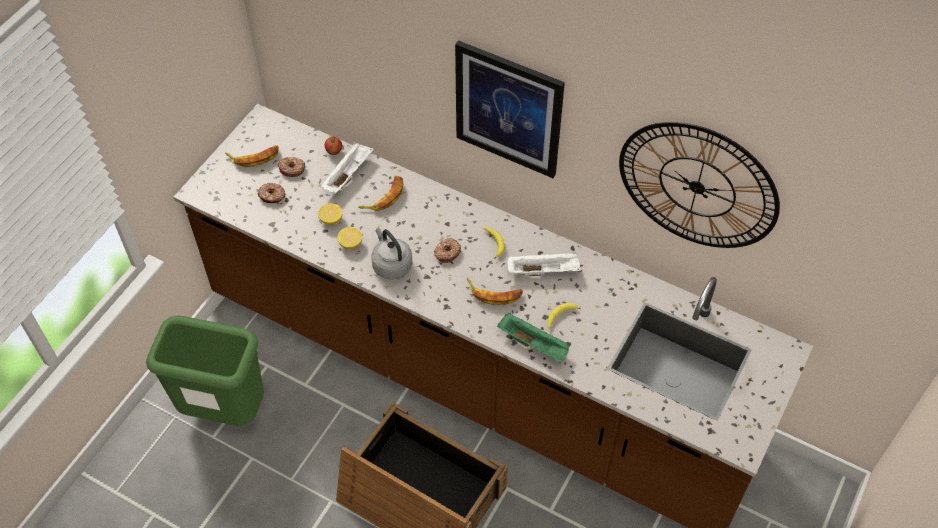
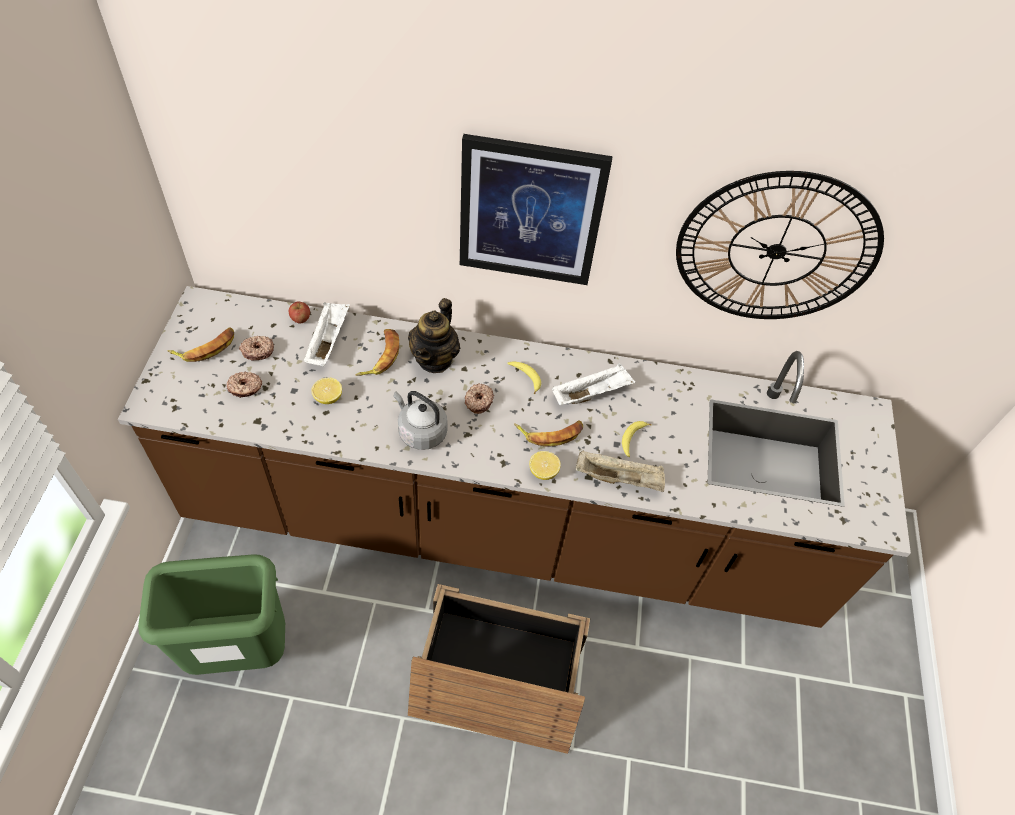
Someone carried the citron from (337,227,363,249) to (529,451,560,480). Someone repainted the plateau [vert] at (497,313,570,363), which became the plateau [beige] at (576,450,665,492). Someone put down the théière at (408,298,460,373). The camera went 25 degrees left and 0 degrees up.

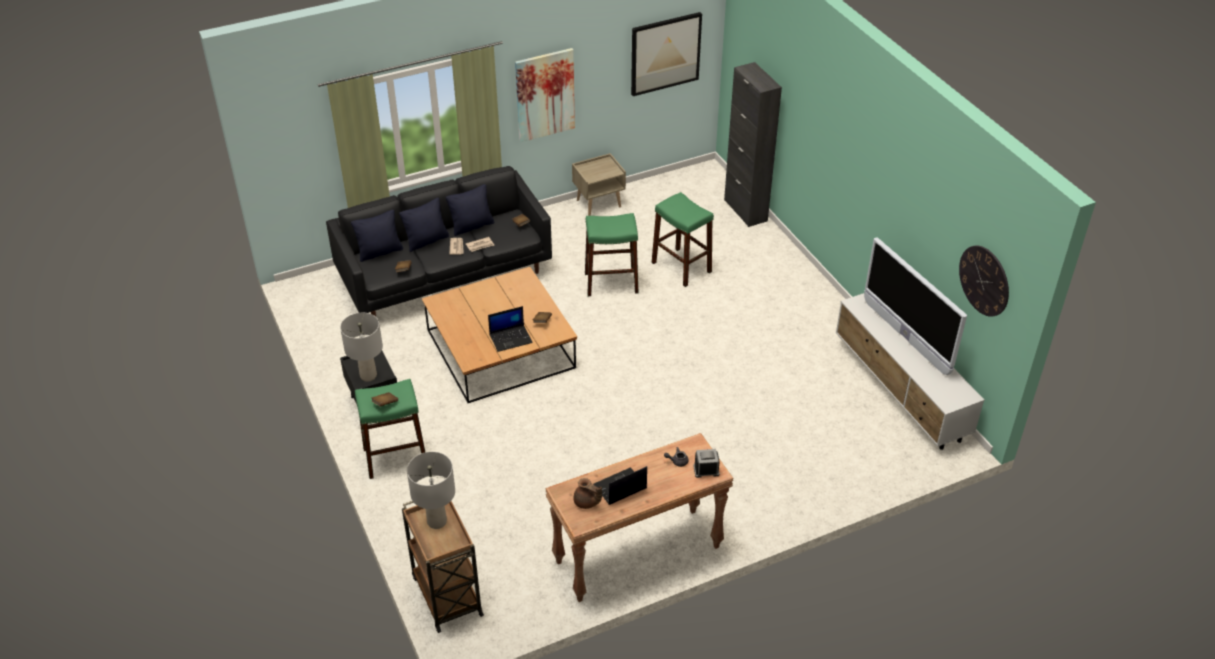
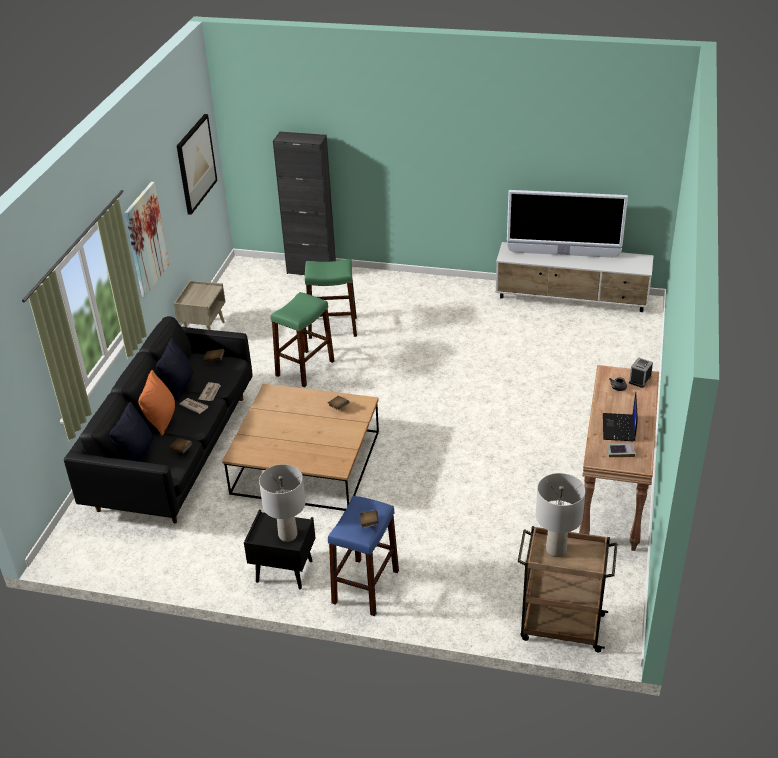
Someone repainted the tabouret [vert] at (355,379,425,479), which became the tabouret [bleu] at (328,496,399,616). Someone repainted the coussin [noir] at (399,198,449,252), which became the coussin [orange] at (139,370,175,436). Someone took away the ordinateur portable at (488,306,533,352). Someone swapped the théière [marron] at (573,478,602,509) for the livre at (607,444,635,457). Someone took away the horloge murale at (959,245,1009,317). The camera went 50 degrees left and 5 degrees down.

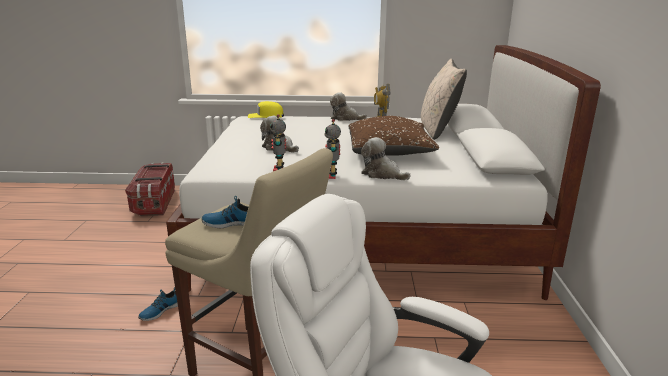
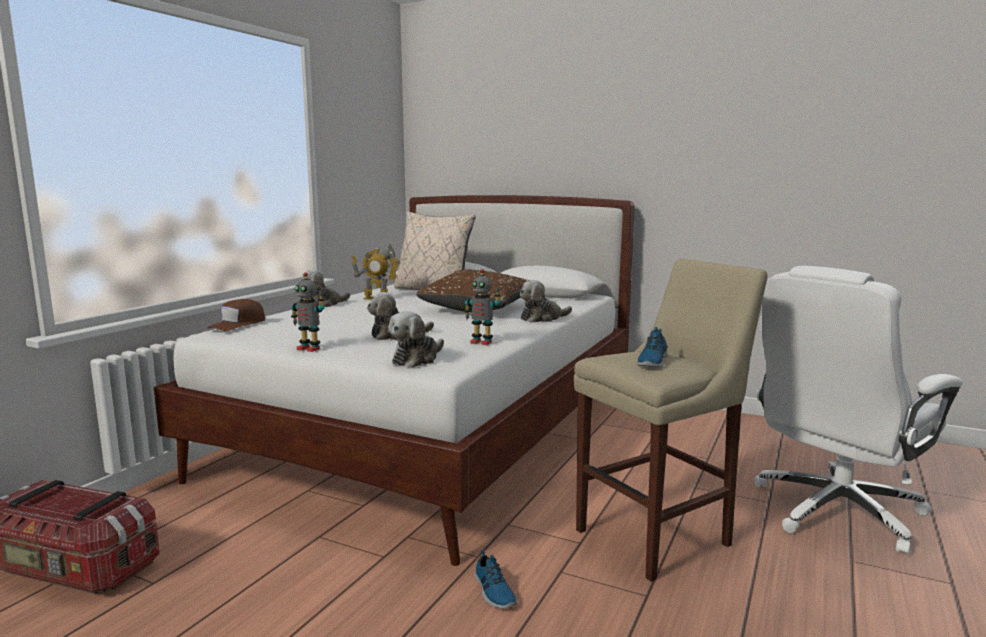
Someone repainted the casquette [jaune] at (248,101,284,118), which became the casquette [marron] at (207,299,265,331). Someone carried the robot jouet from (324,119,341,179) to (291,272,325,352). Someone put down the peluche at (388,311,444,367). The camera went 65 degrees left and 10 degrees down.

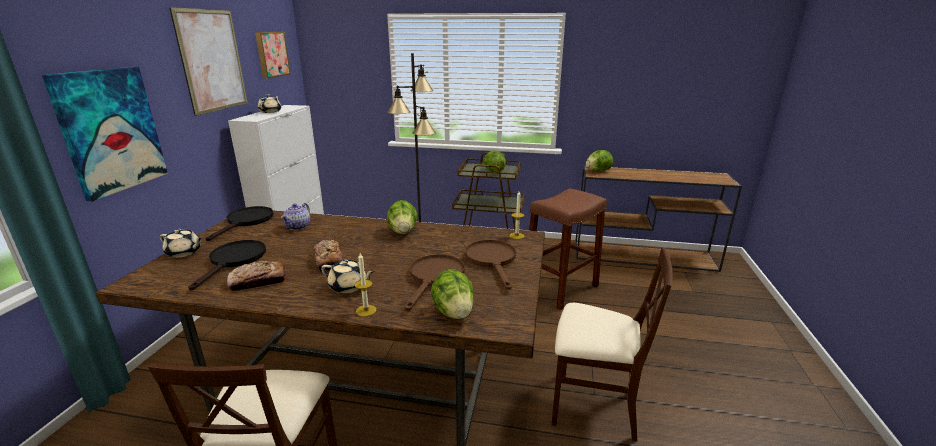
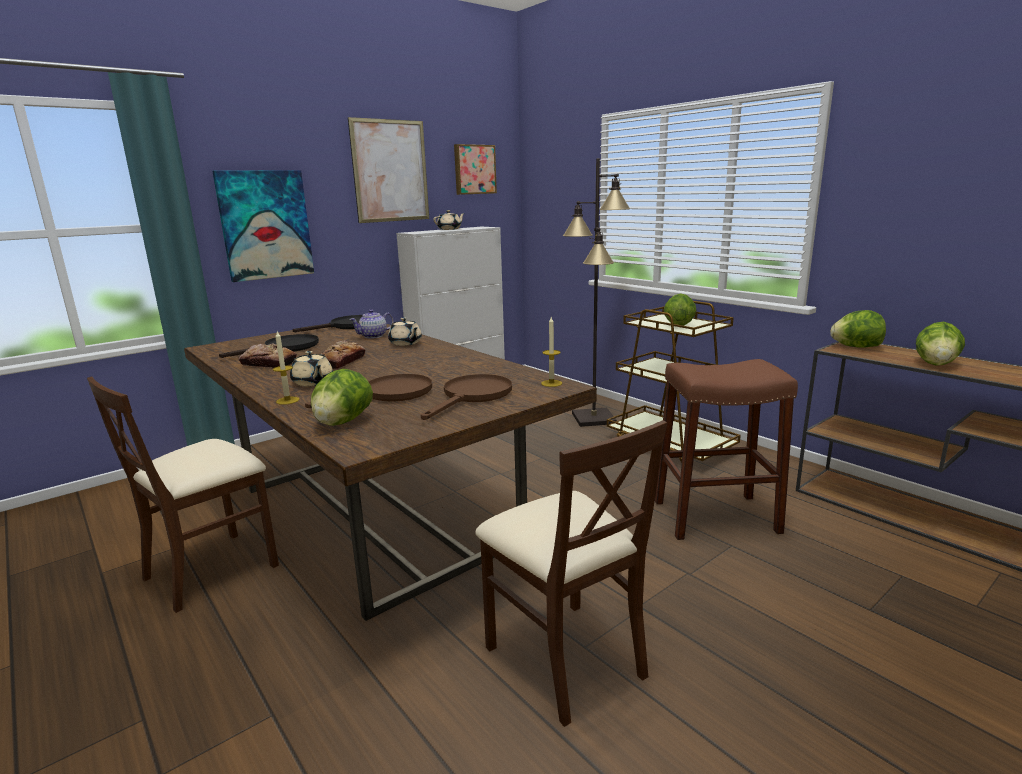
Someone carried the théière [beige] from (160,229,203,258) to (388,317,422,346). Someone carried the laitue from (387,200,418,234) to (916,322,965,366). The camera went 40 degrees right and 5 degrees down.

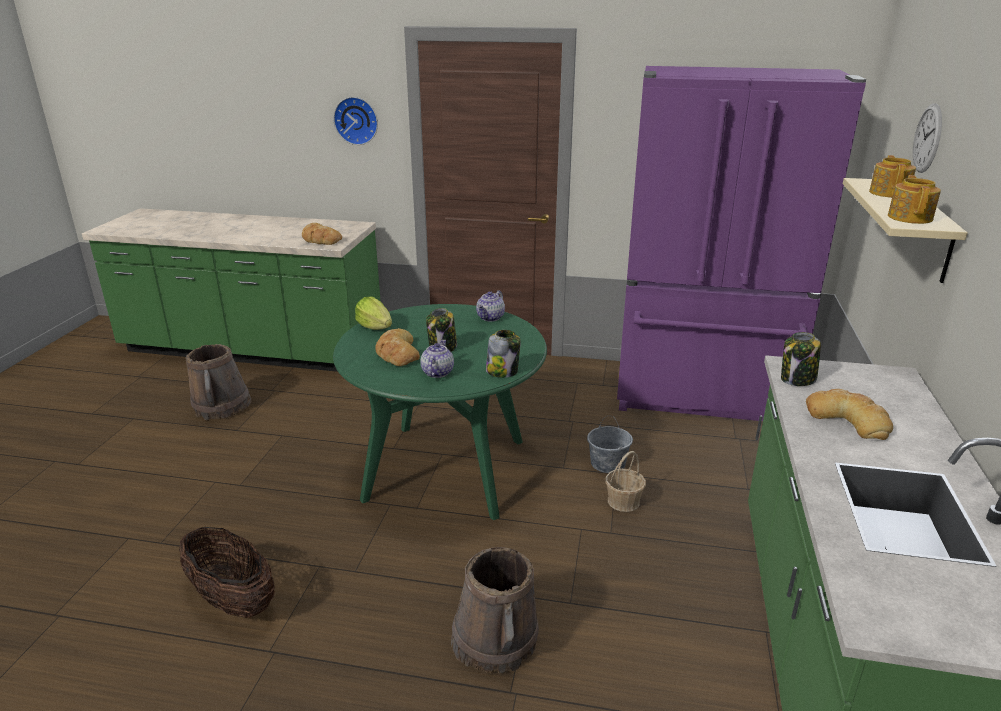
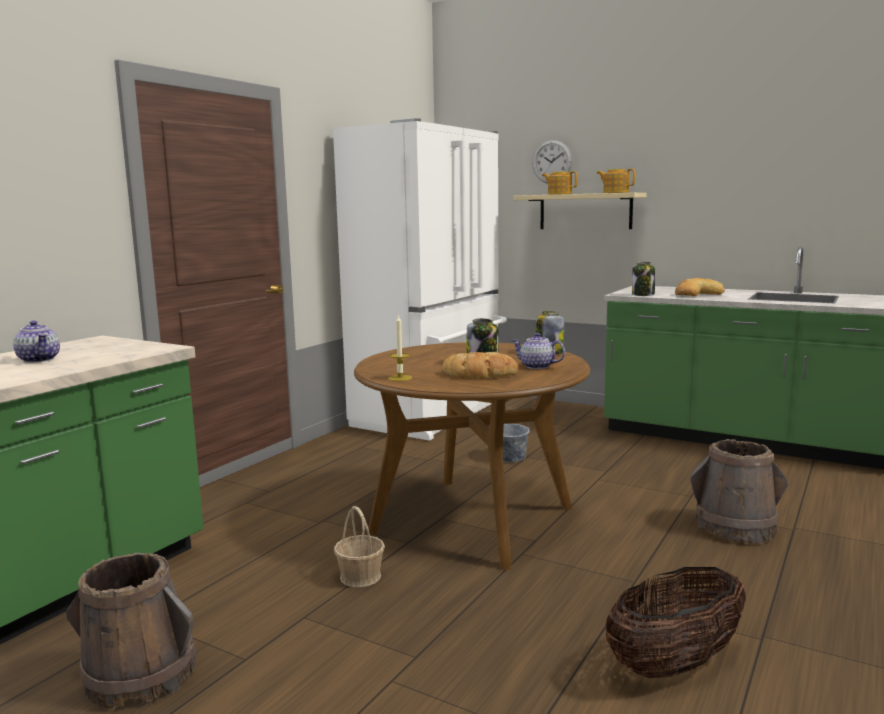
Someone took away the pain at (302,223,342,245). Someone took away the horloge murale at (333,97,378,145). Someone repainted the table à manger [vert] at (333,304,547,520), which became the table à manger [marron] at (354,342,590,570). Someone swapped the laitue at (355,297,392,330) for the bougie at (389,315,412,381). Someone carried the théière from (476,290,505,321) to (13,321,60,363). Someone carried the panier from (605,451,646,512) to (334,506,385,587). Someone repainted the réfrigérateur [violet] at (617,66,866,421), which became the réfrigérateur [blanc] at (333,118,507,441). The camera went 70 degrees left and 15 degrees down.

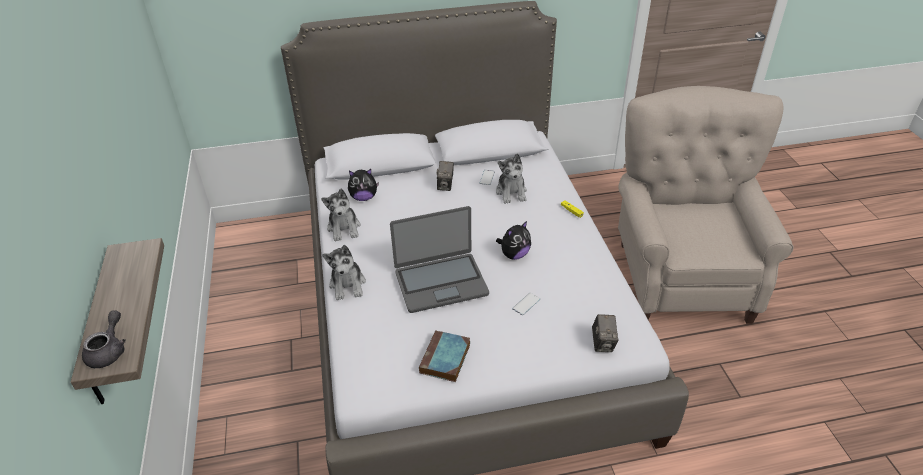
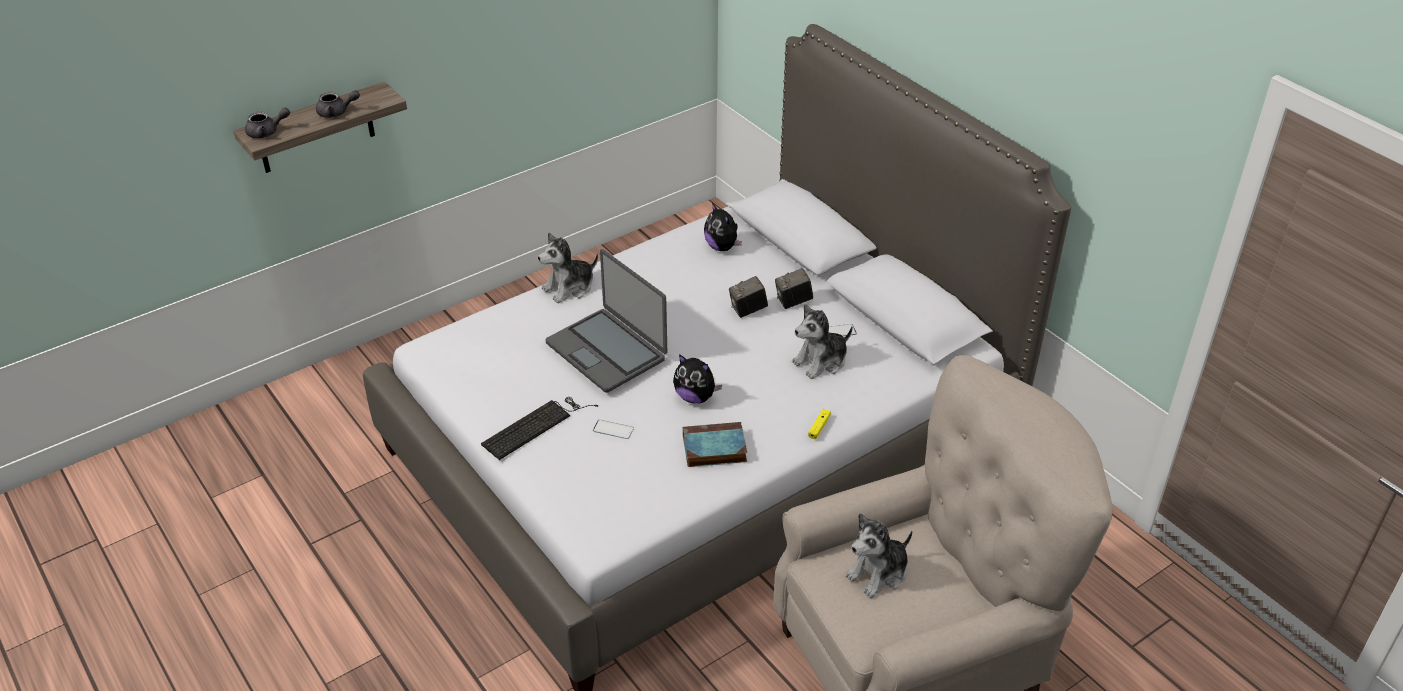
Someone carried the peluche from (321,189,360,241) to (845,513,912,598). Someone carried the livre from (419,330,470,382) to (683,422,747,467). Someone carried the appareil photo from (592,314,618,352) to (729,276,768,318). Someone put down the théière [gris] at (316,90,360,118). Someone put down the clavier at (481,397,599,460). The camera went 65 degrees right and 0 degrees up.

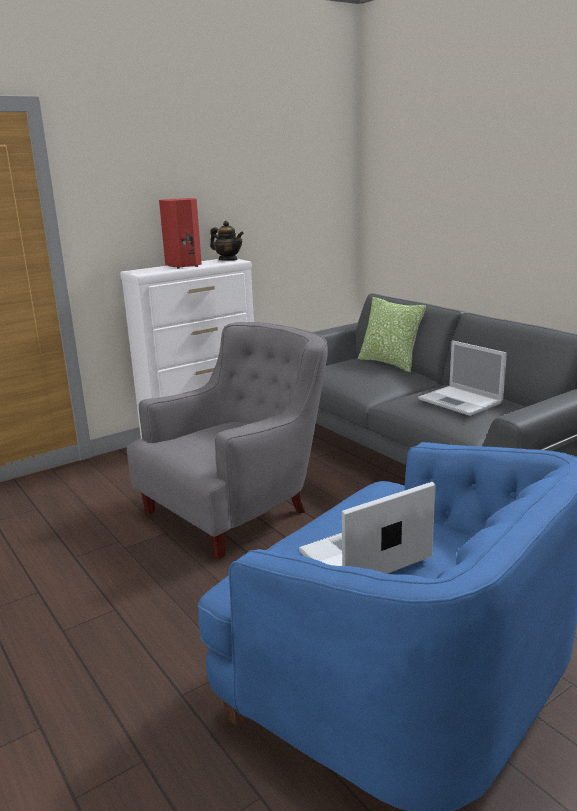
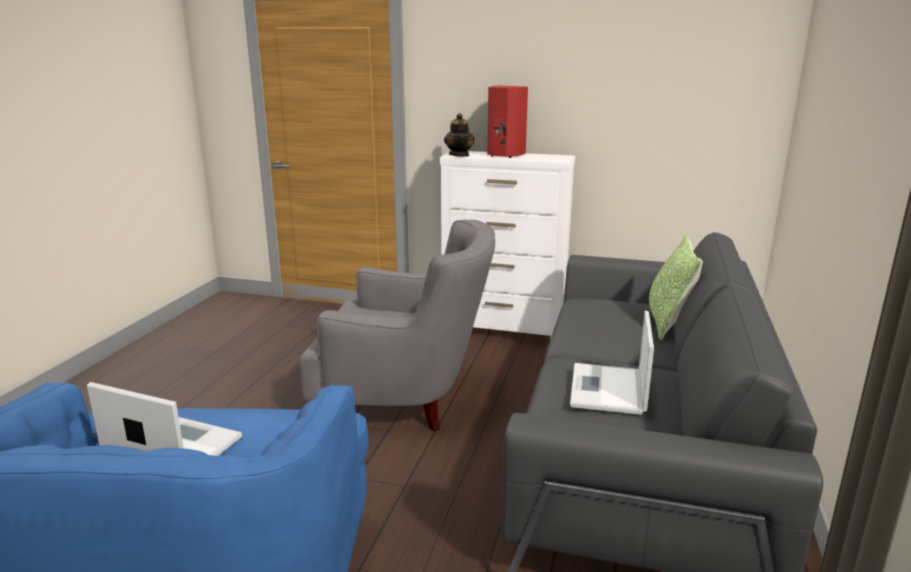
Someone carried the théière from (210,221,244,261) to (444,113,475,157). The camera went 50 degrees right and 0 degrees up.

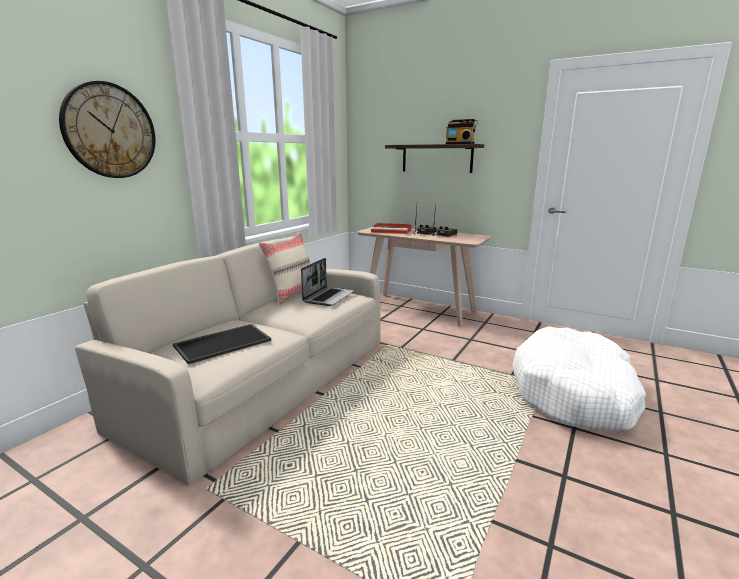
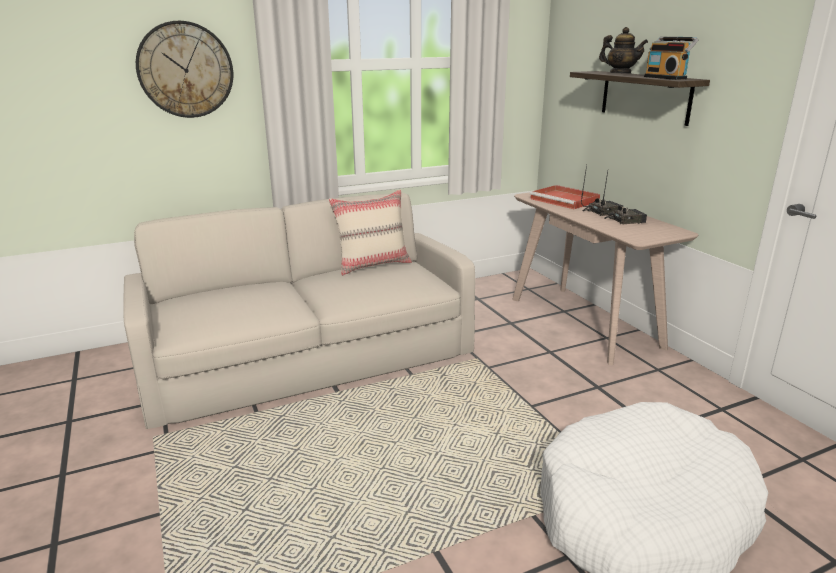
Someone took away the plateau at (173,324,271,364). Someone took away the ordinateur portable at (301,258,354,306). Someone put down the théière at (599,27,648,74). The camera went 35 degrees right and 5 degrees up.

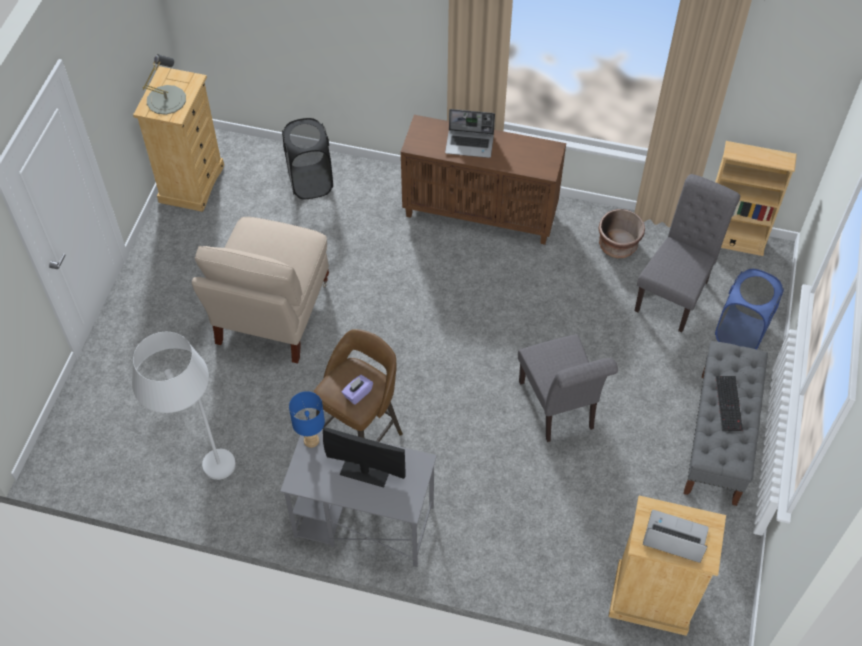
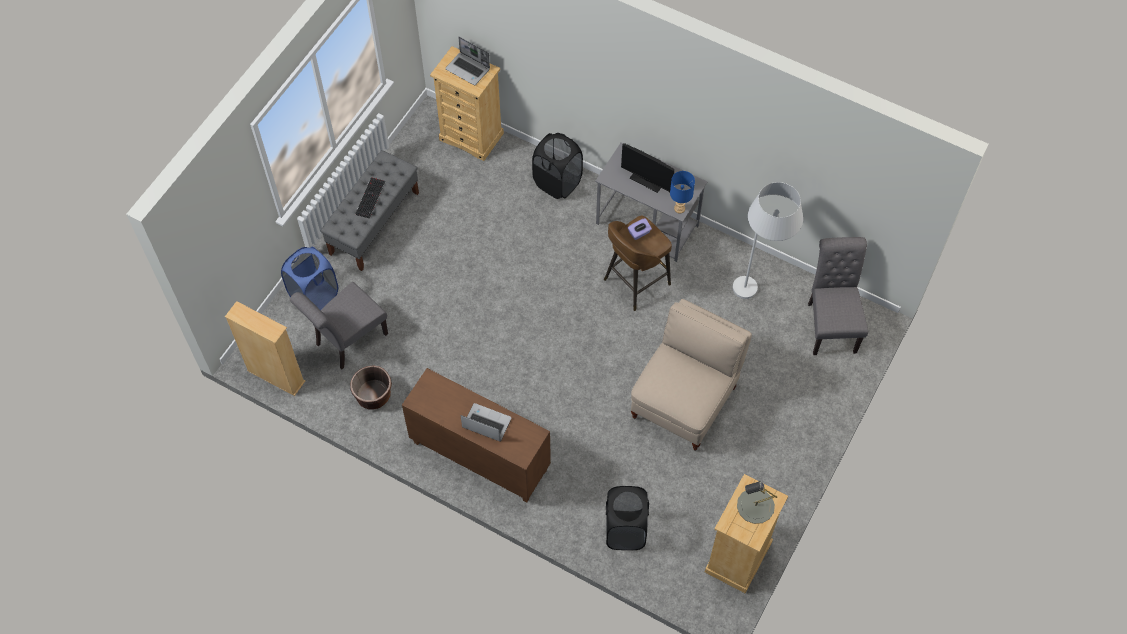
Someone carried the chaise [gris] from (518,334,618,442) to (808,237,868,355). Someone put down the panier à linge [noir] at (532,133,583,199). The camera went 165 degrees left and 5 degrees up.

